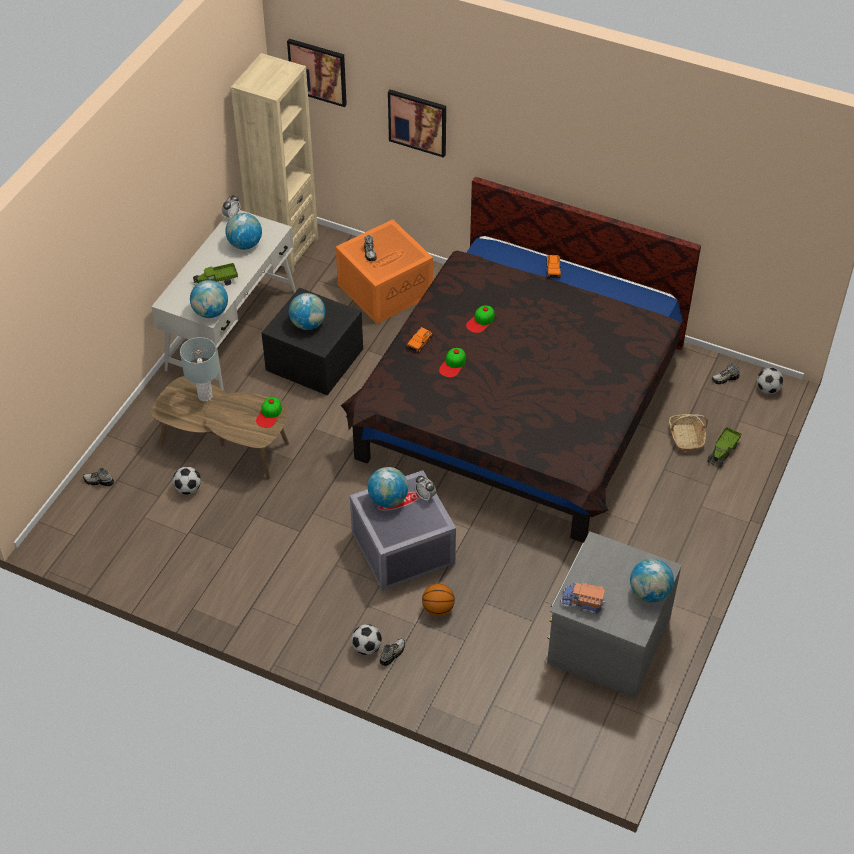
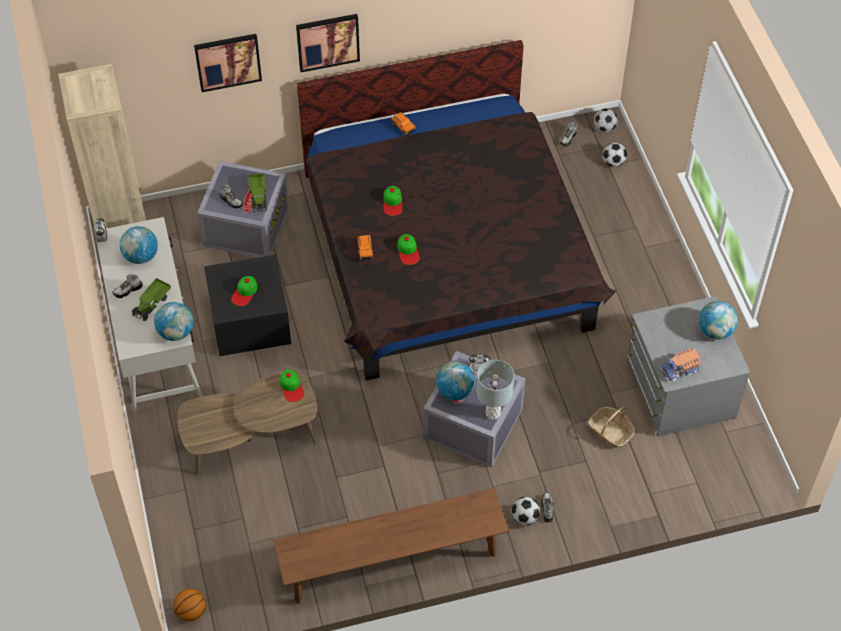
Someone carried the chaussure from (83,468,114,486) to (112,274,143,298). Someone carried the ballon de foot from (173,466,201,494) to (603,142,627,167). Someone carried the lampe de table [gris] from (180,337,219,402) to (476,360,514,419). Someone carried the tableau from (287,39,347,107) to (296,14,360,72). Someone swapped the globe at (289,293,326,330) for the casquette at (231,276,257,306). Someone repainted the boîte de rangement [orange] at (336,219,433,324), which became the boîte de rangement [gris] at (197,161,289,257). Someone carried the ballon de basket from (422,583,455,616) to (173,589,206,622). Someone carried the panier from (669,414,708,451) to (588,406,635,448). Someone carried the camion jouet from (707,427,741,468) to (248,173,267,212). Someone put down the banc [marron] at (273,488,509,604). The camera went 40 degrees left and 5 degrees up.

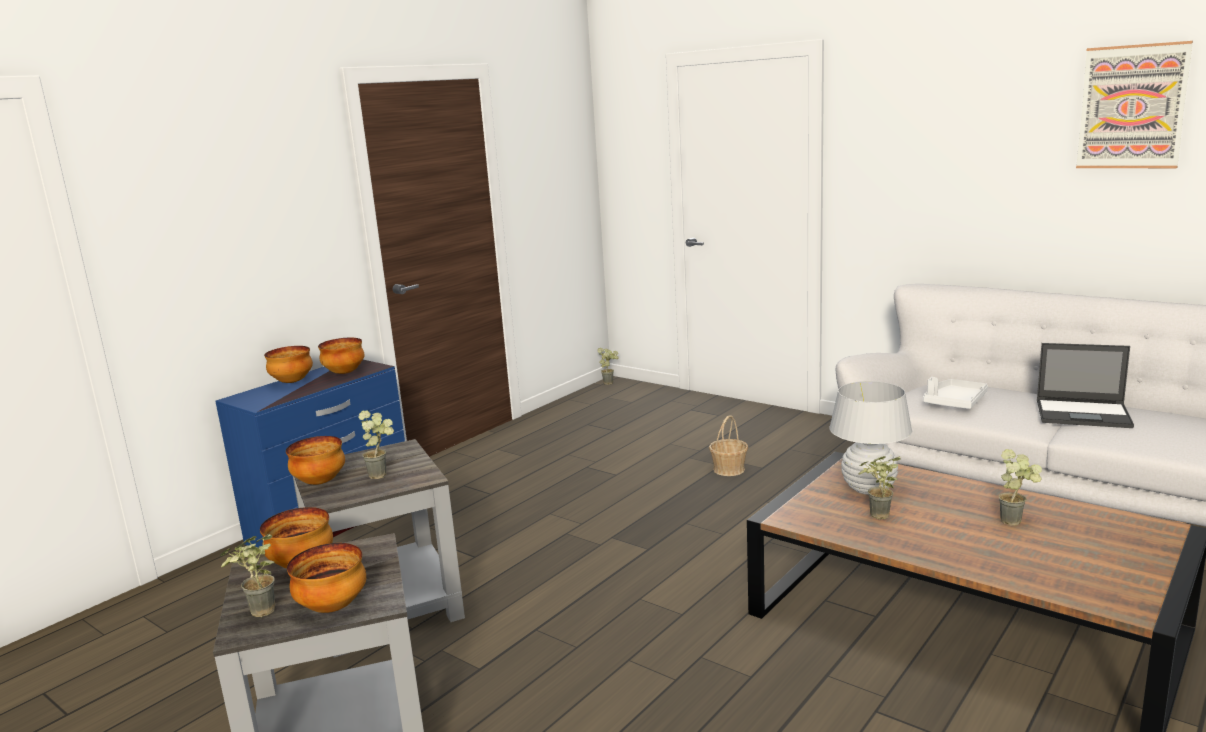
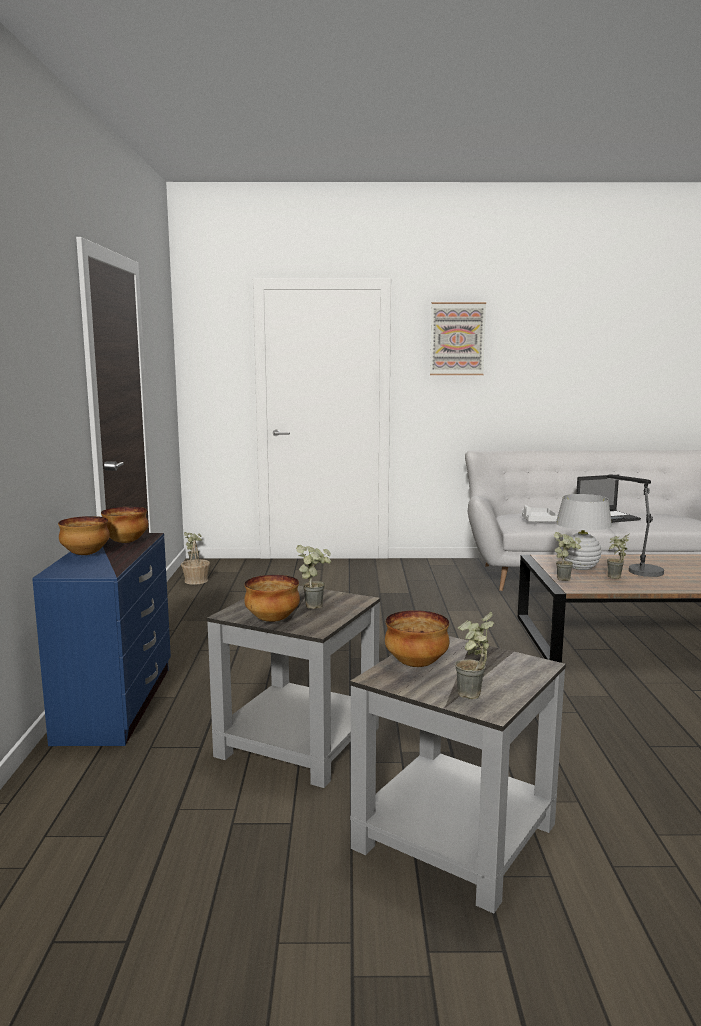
Someone took away the bol at (287,543,366,613). Someone carried the panier from (709,415,748,476) to (181,540,210,585). Someone carried the plante en pot from (999,449,1042,526) to (554,532,581,581). Someone carried the tableau from (1076,41,1193,168) to (430,302,486,375). Someone put down the lampe de table at (606,474,664,577). The camera went 40 degrees left and 5 degrees down.

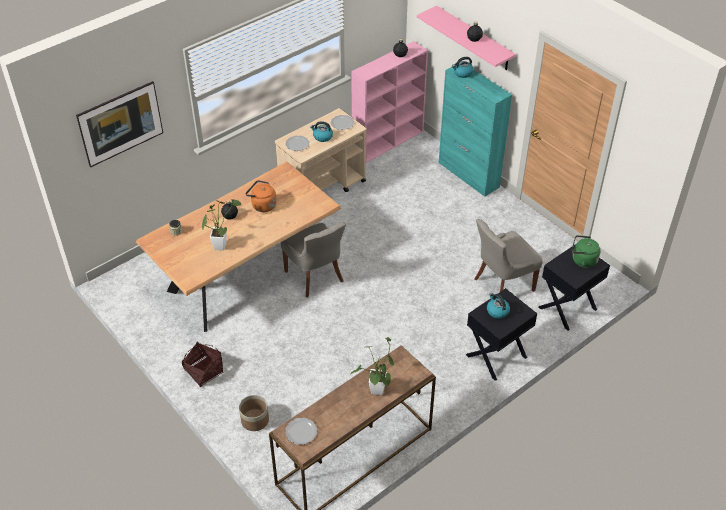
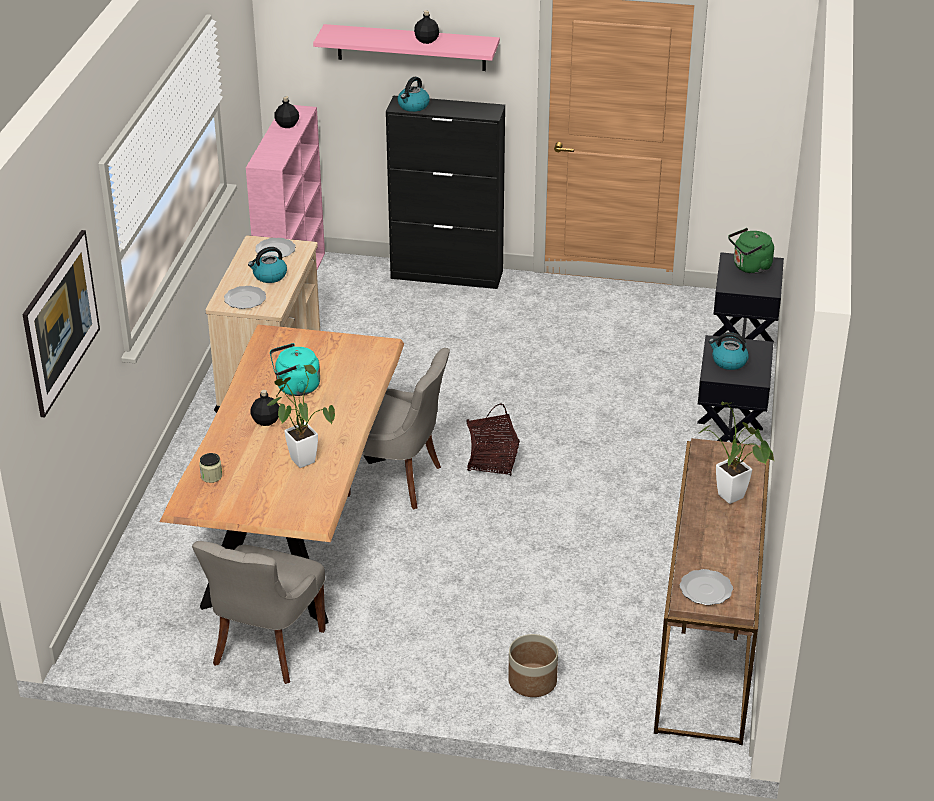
Someone carried the panier from (181,342,223,388) to (467,404,520,476). Someone repainted the bouilloire [orange] at (245,180,277,212), which became the bouilloire [turquoise] at (270,343,320,396). Someone repainted the meuble de rangement [turquoise] at (439,67,512,197), which became the meuble de rangement [noir] at (386,96,505,289). Someone carried the chaise [gris] from (474,219,543,292) to (192,541,326,684). The camera went 40 degrees left and 10 degrees down.

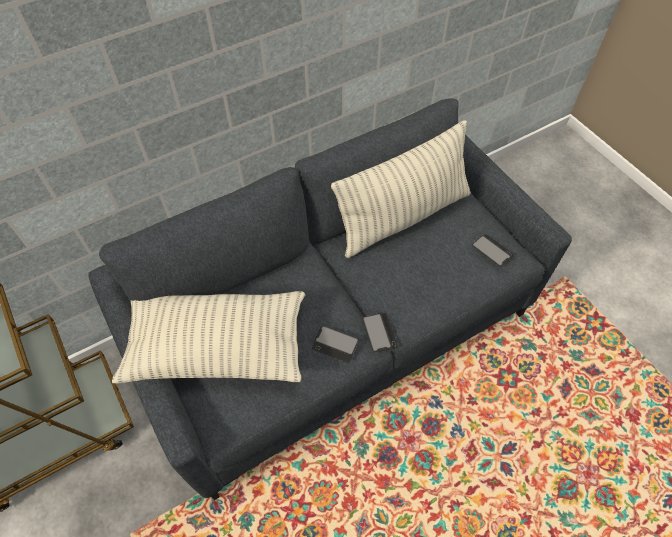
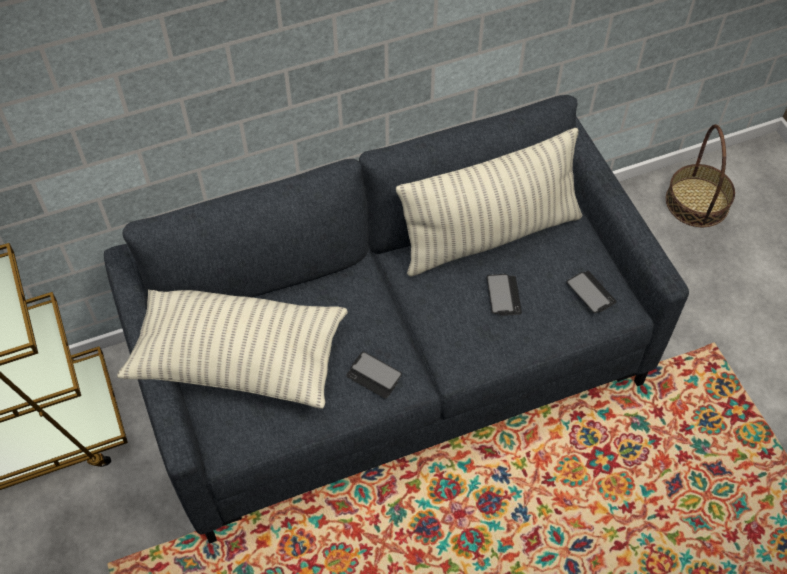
Someone carried the téléphone from (362,313,398,352) to (487,274,522,316). Someone put down the panier at (666,124,735,227). The camera went 10 degrees right and 0 degrees up.

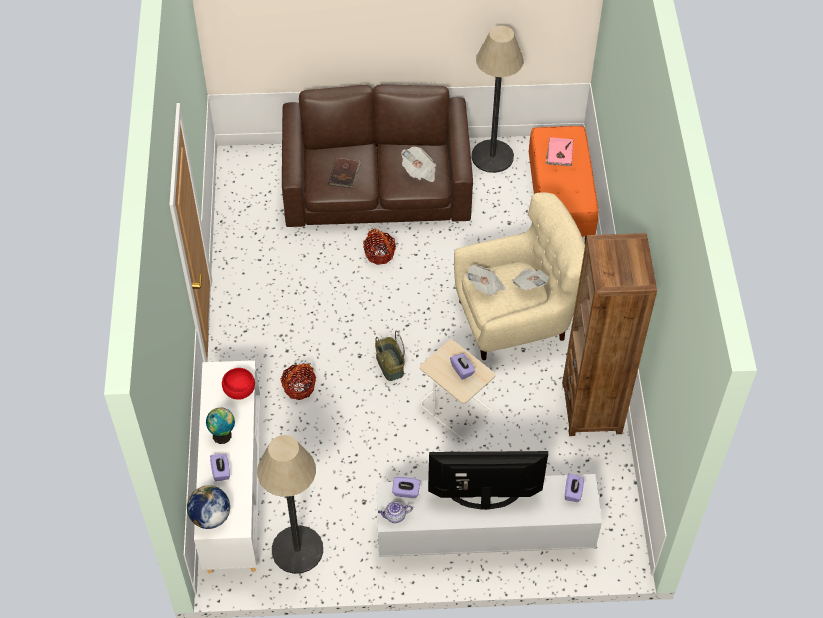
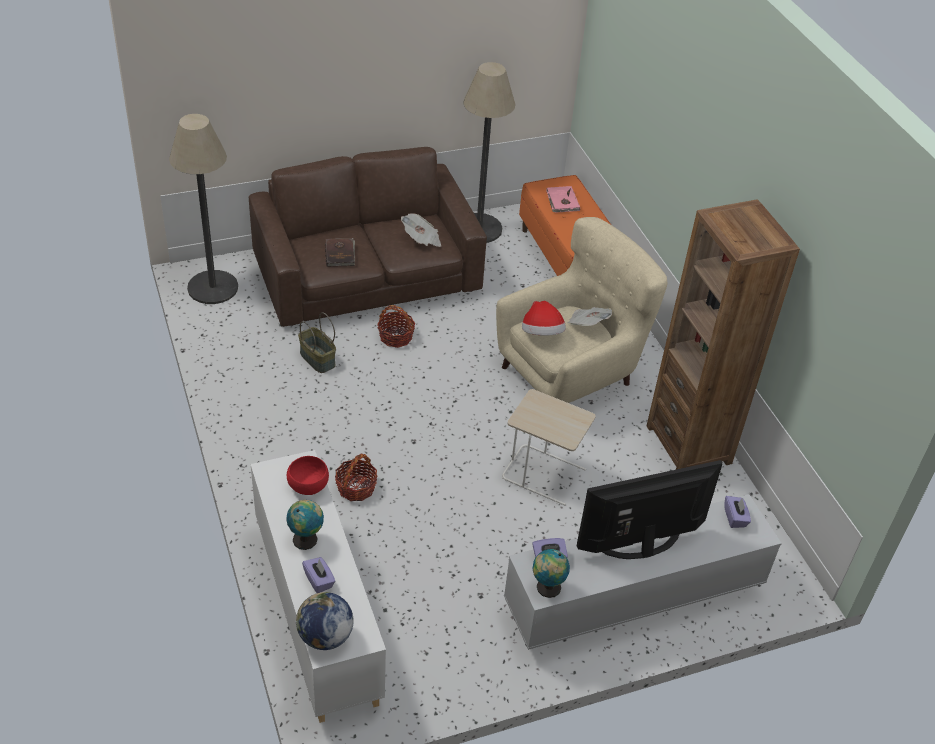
Someone carried the lampadaire from (257,435,323,574) to (169,114,238,304). Someone carried the panier from (375,330,405,381) to (298,312,336,373). Someone swapped the théière at (378,502,413,523) for the globe at (533,549,570,598). Someone took away the boîte à mouchoirs [violet] at (450,353,475,380). Someone swapped the journal at (466,265,506,296) for the chapeau at (522,301,566,336). The camera went 20 degrees left and 10 degrees down.

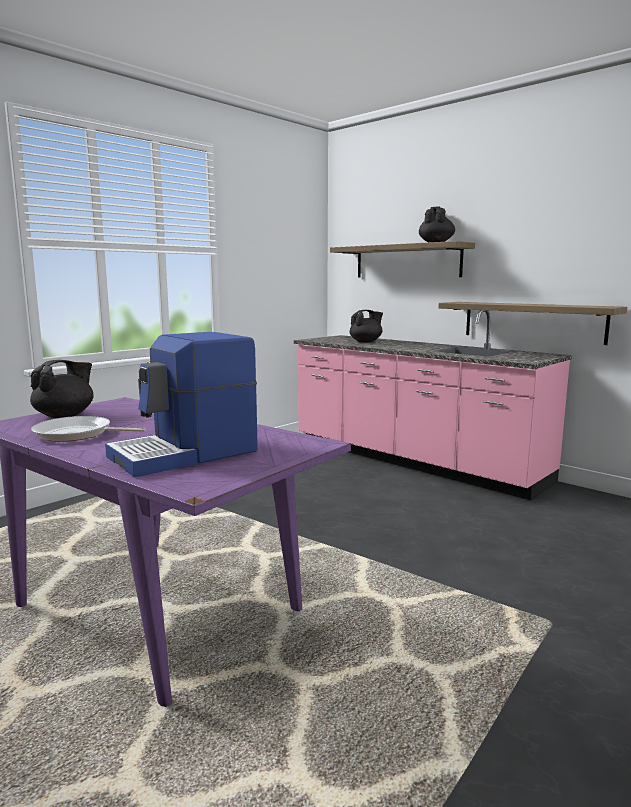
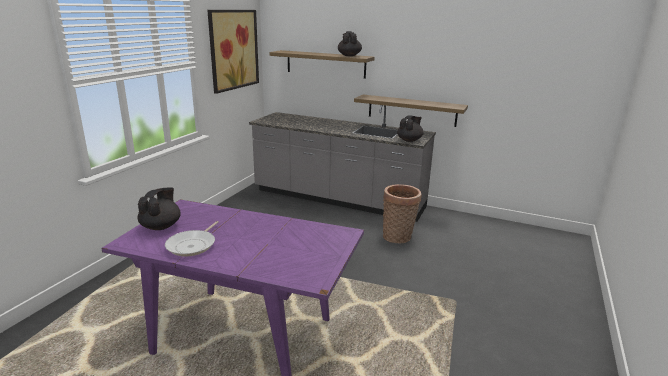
Someone rotated the poêle at (31,416,146,442) by 60 degrees counterclockwise. Someone took away the machine à café at (105,332,258,477). Someone repainted the comptoir de cuisine [rose] at (294,310,572,500), which became the comptoir de cuisine [gris] at (249,105,436,222). Someone carried the théière [noir] from (349,310,383,342) to (397,116,424,142). Someone put up the tableau at (207,10,259,94). Someone put down the panier at (383,184,421,244). The camera went 20 degrees left and 10 degrees up.

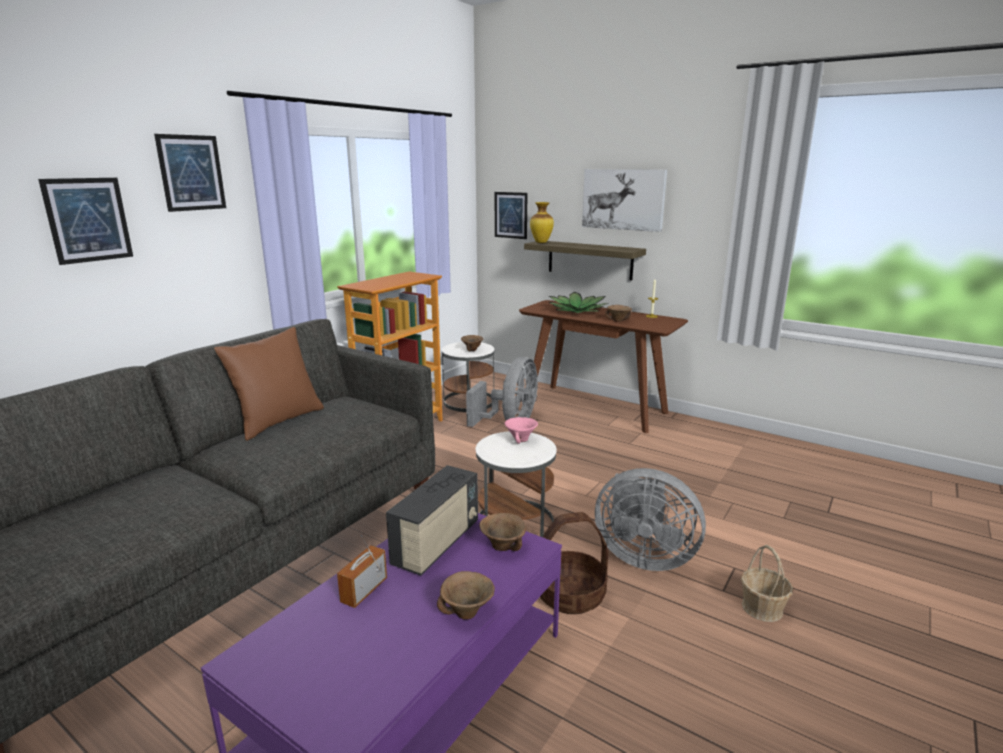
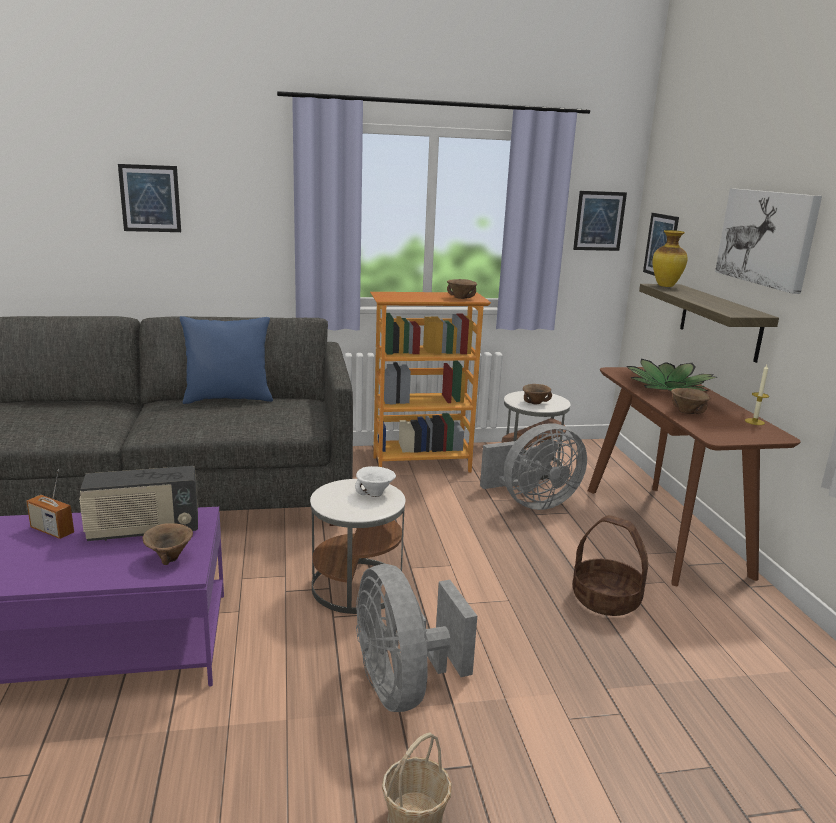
Someone carried the tableau from (154,134,226,212) to (573,191,627,251). Someone repainted the coussin [marron] at (214,327,324,441), which became the coussin [bleu] at (180,316,273,404). Someone rotated the radio at (337,535,387,608) by 135 degrees counterclockwise. Someone carried the bol [marron] from (437,571,495,620) to (447,279,477,299). Someone repainted the bol [rose] at (504,417,538,444), which became the bol [blanc] at (355,466,396,497). Someone carried the panier from (540,512,608,614) to (572,515,648,616). The camera went 45 degrees right and 0 degrees up.

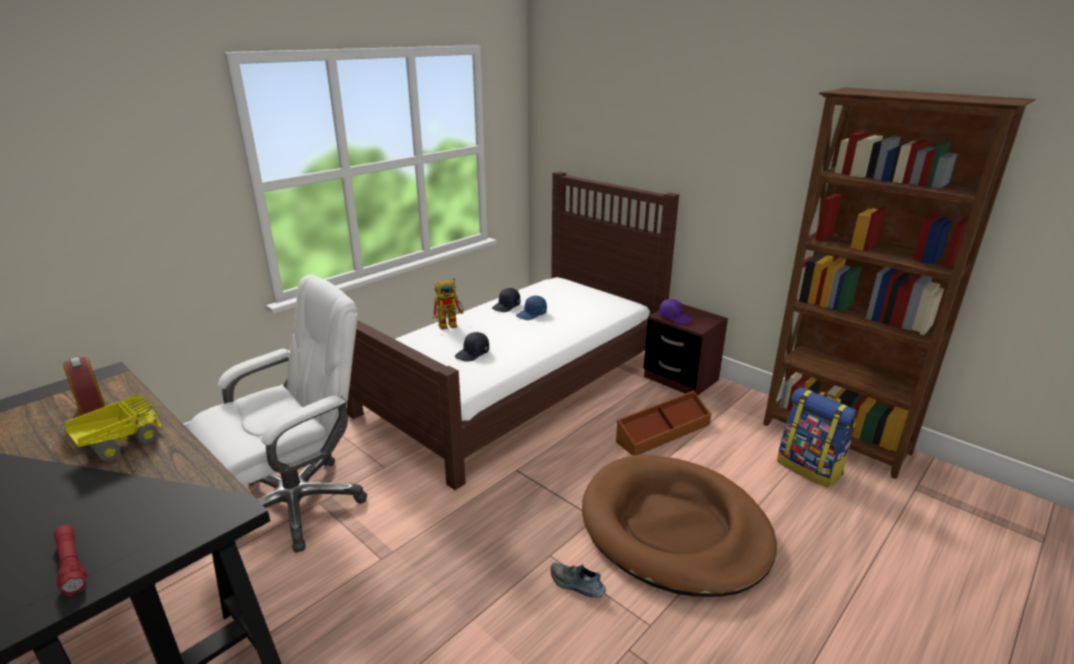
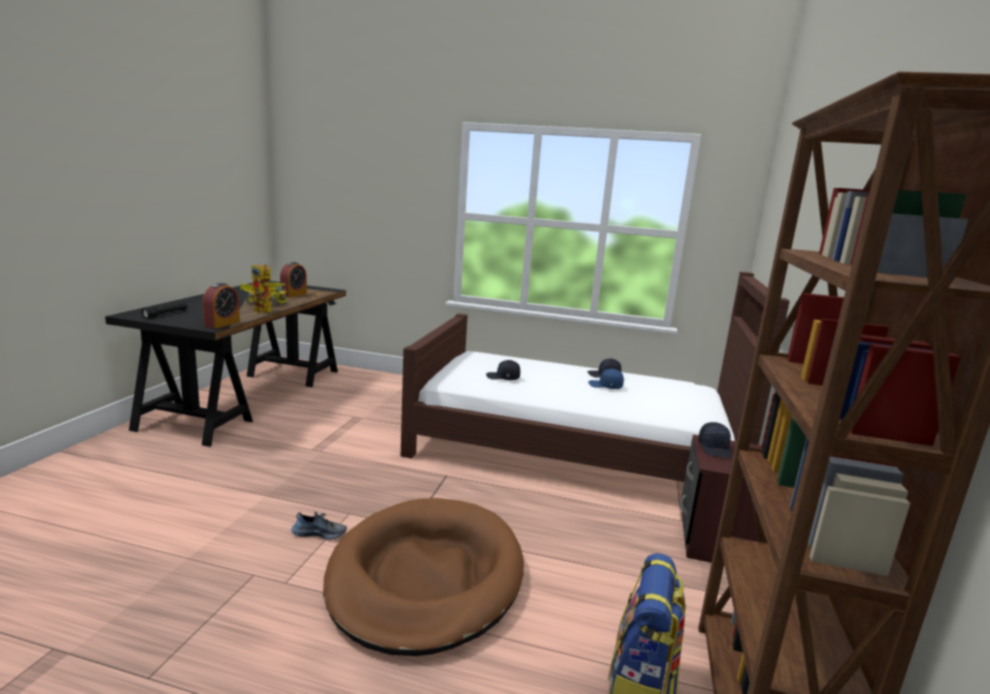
Someone repainted the lampe de poche [rouge] at (54,525,87,596), which became the lampe de poche [noir] at (141,302,187,318). Someone took away the chaise de bureau [blanc] at (188,274,367,553). Someone carried the robot jouet from (433,278,464,330) to (251,264,281,313). Someone rotated the chaussure at (551,563,606,598) by 90 degrees clockwise. Someone took away the boîte de rangement [marron] at (616,391,711,455). Someone repainted the casquette [violet] at (659,299,693,324), which became the casquette [noir] at (698,422,733,458). Someone put down the réveil at (203,283,240,329). The camera went 60 degrees right and 10 degrees down.

